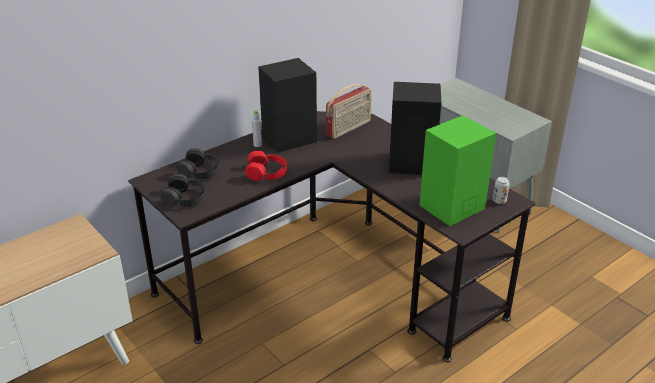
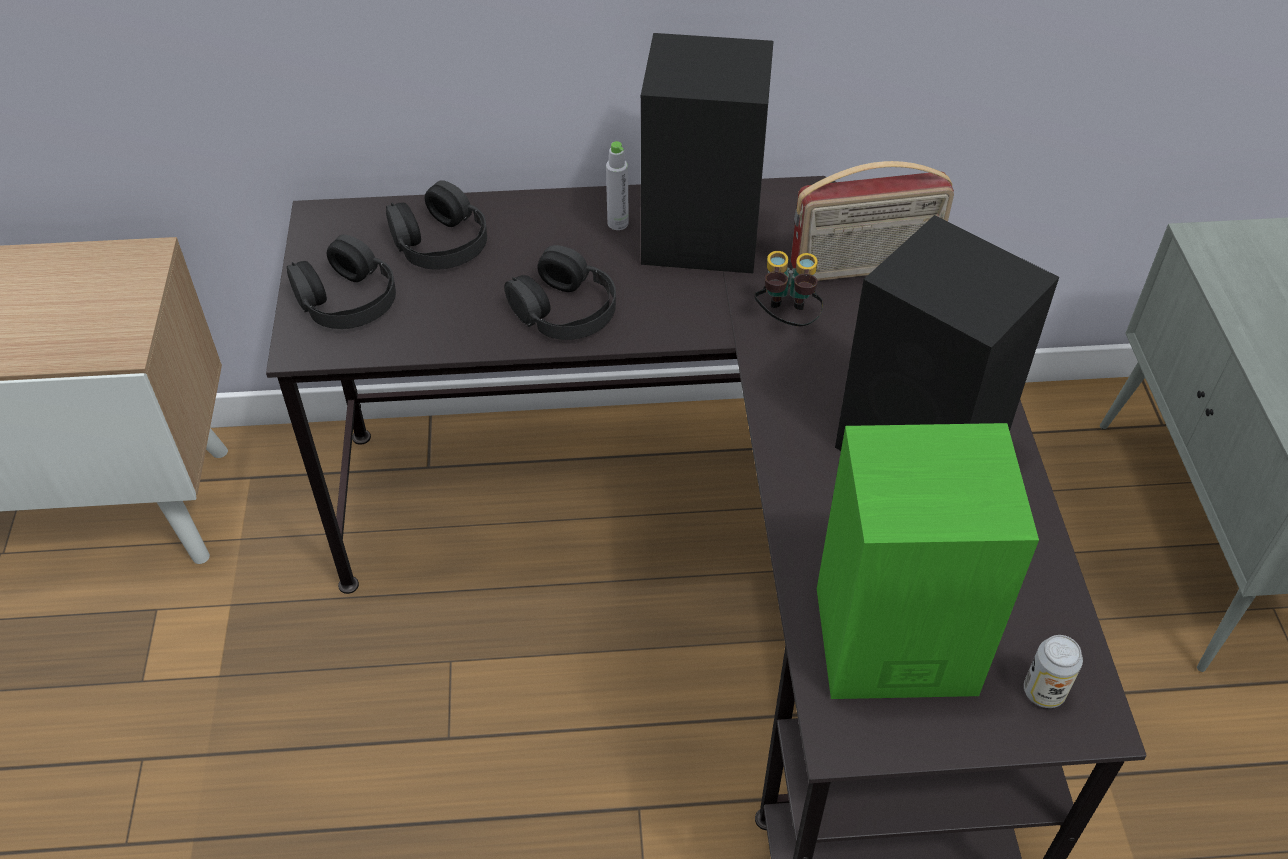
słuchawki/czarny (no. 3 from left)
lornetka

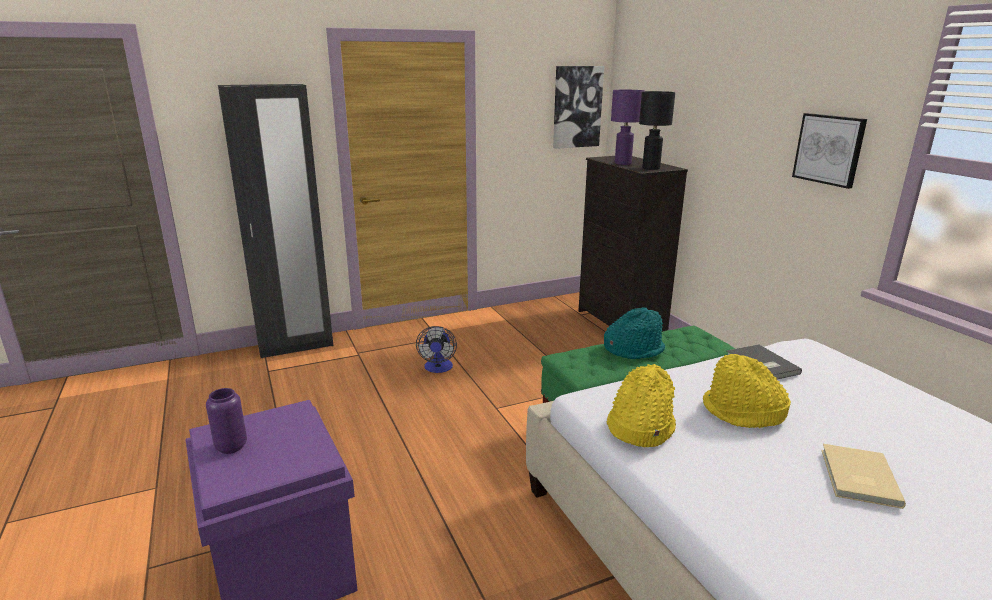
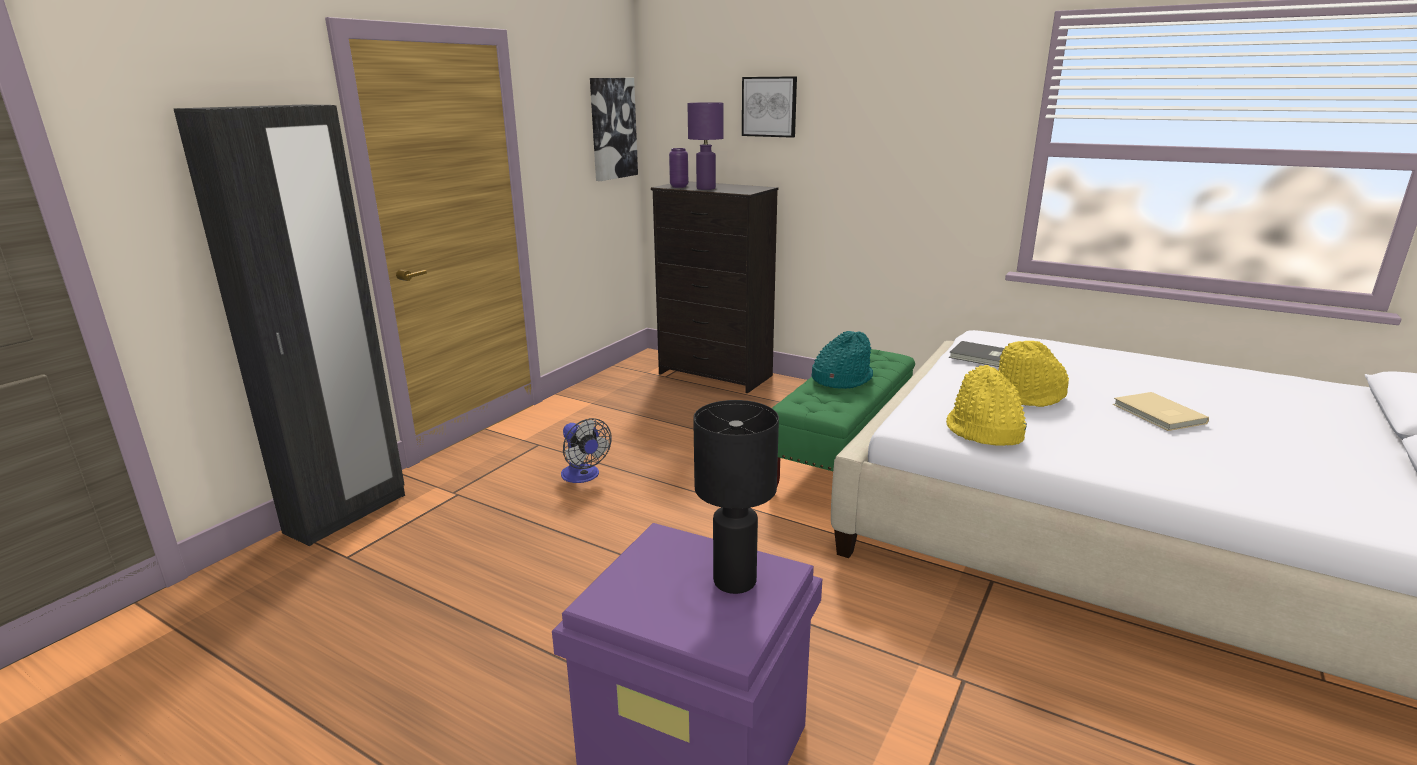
lampa stołowa/czarny
obraz (no. 2 from left)
wazon/fioletowy

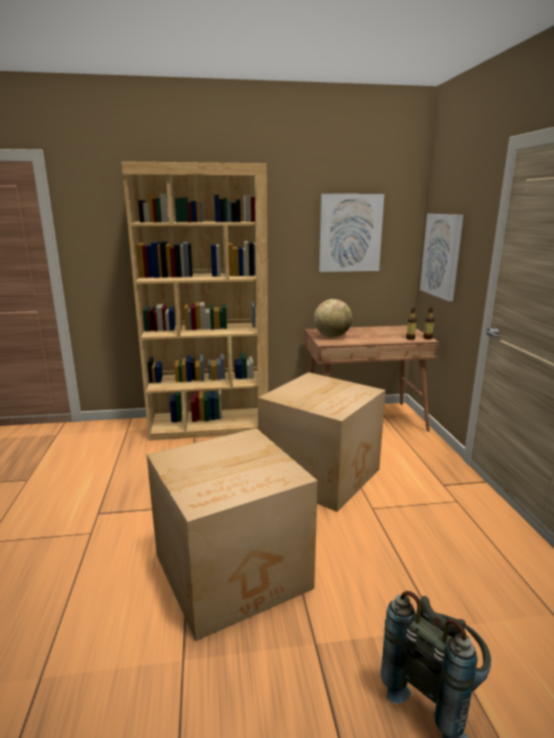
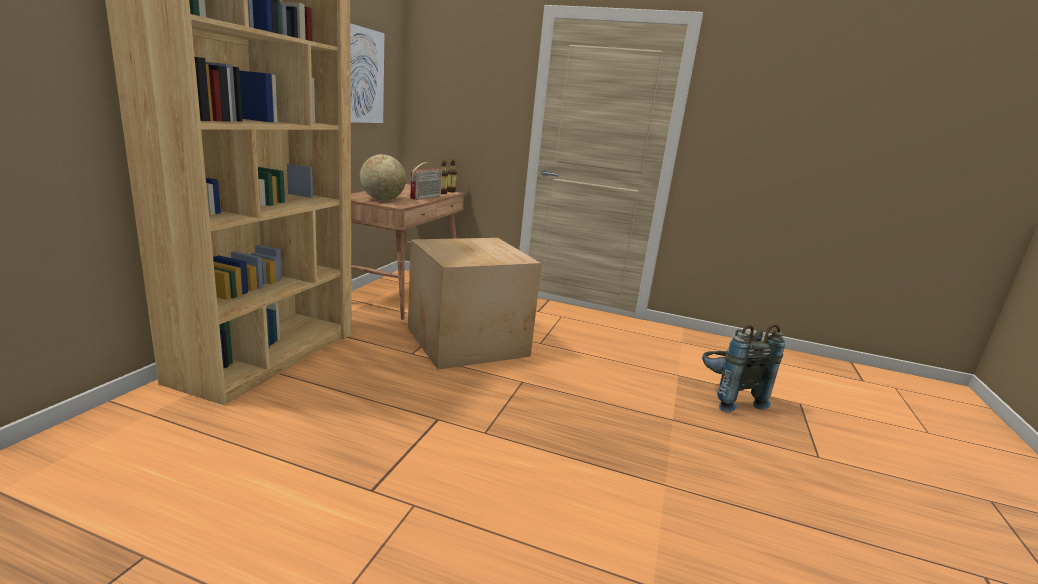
obraz (no. 2 from left in the first image)
karton (no. 1 from left in the first image)
radio

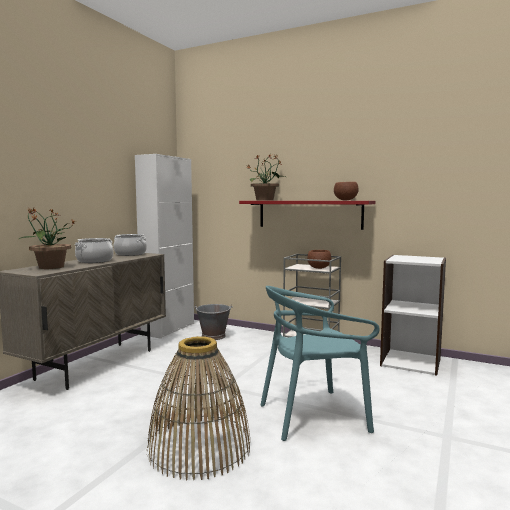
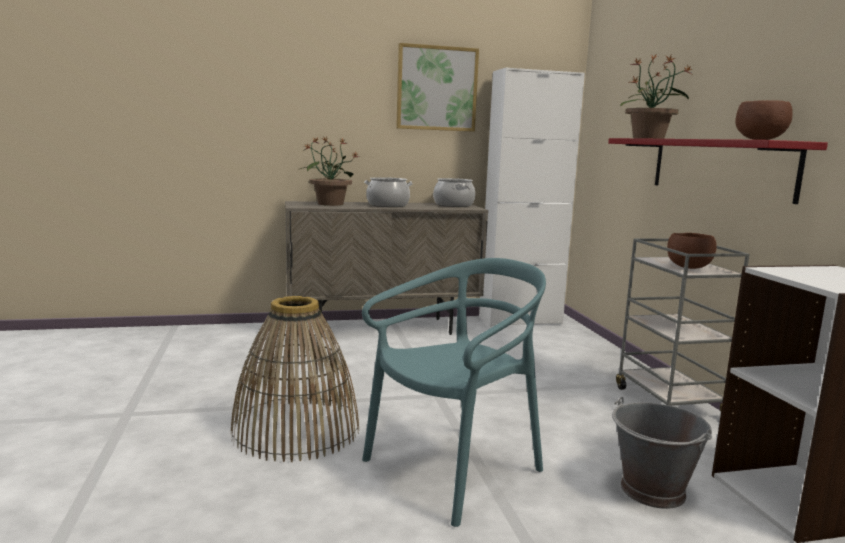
krzesło/turkusowy
wiadro/szary
obraz

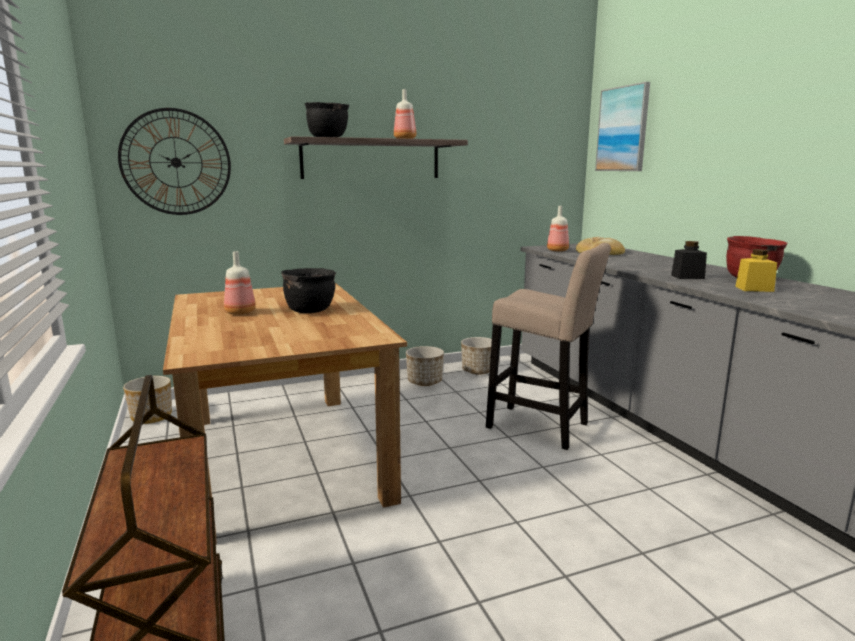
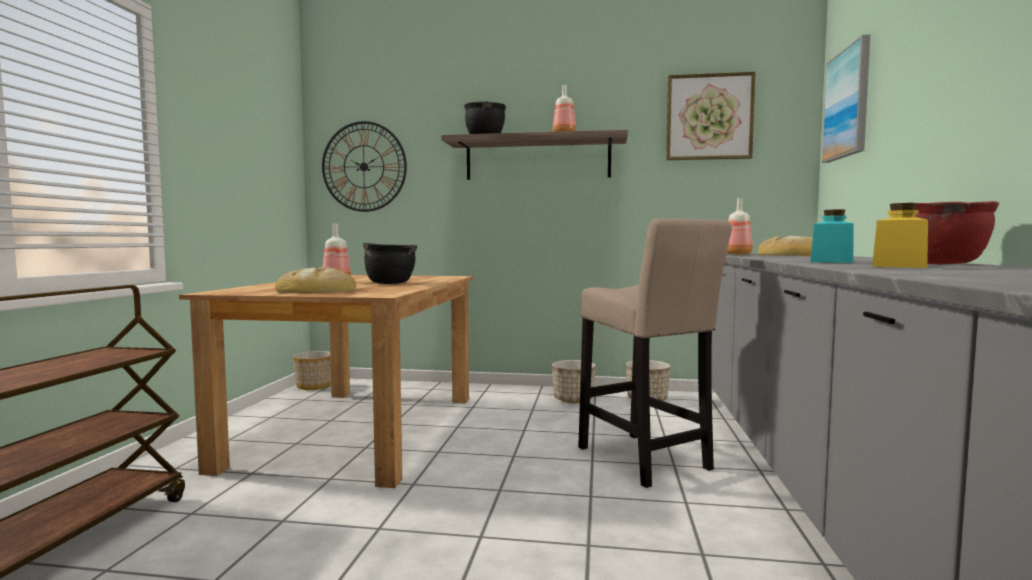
słoik/turkusowy
obraz (no. 1 from left)
chleb (no. 1 from left)

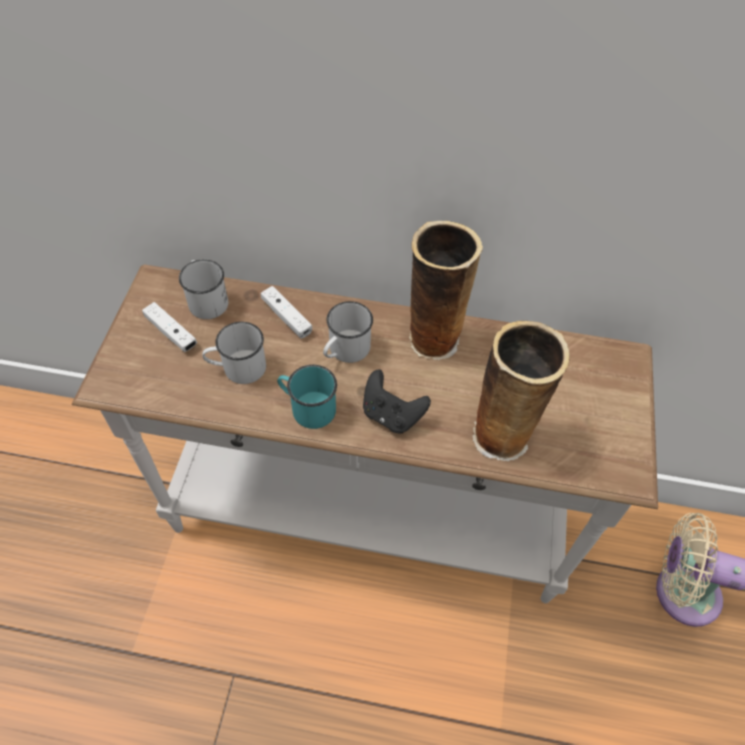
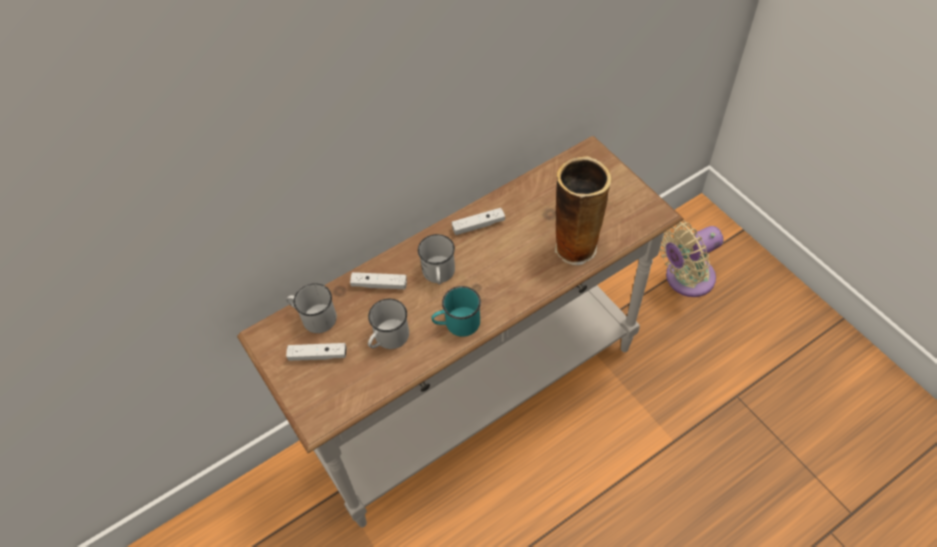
pad do gier/biały (no. 3 from left)
pad do gier/czarny

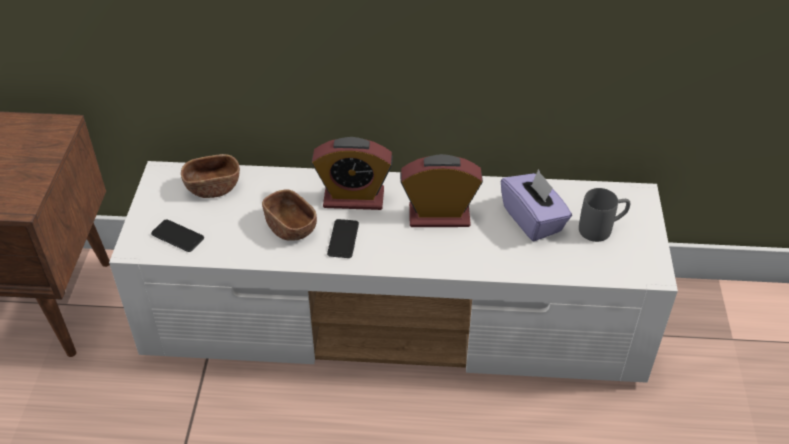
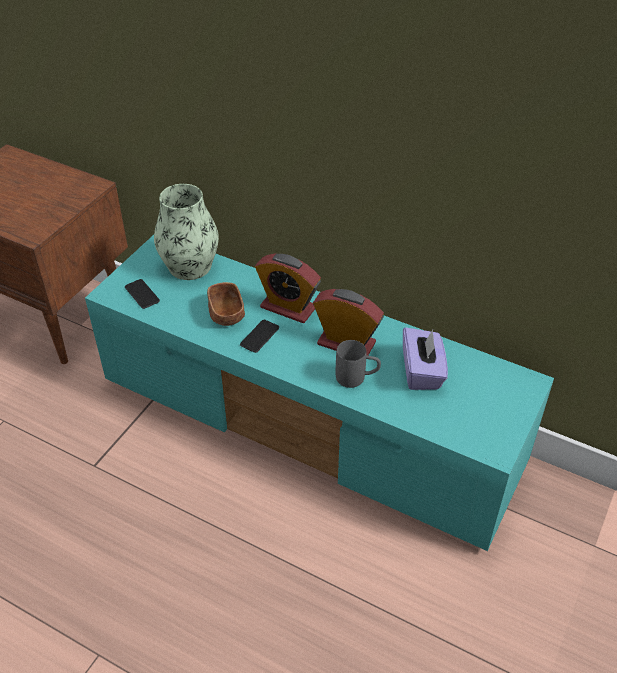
wazon
szafka pod telewizor/turkusowy
kubek/szary

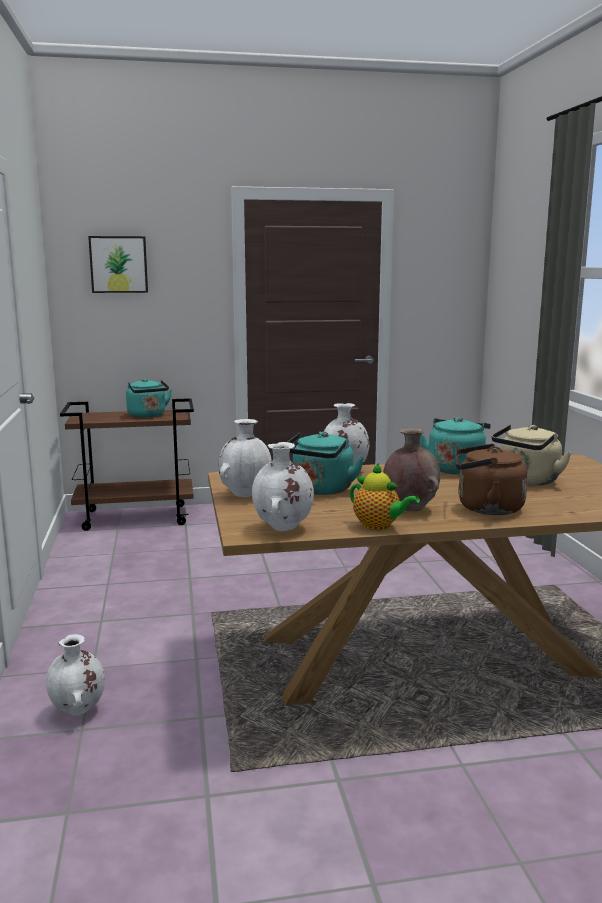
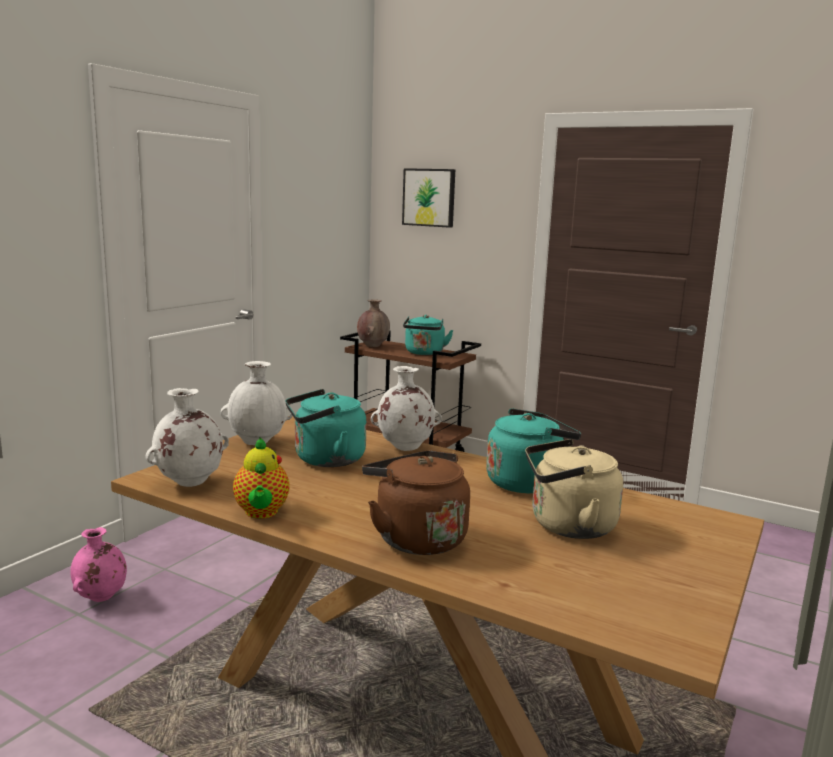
wazon/brązowy
wazon/różowy

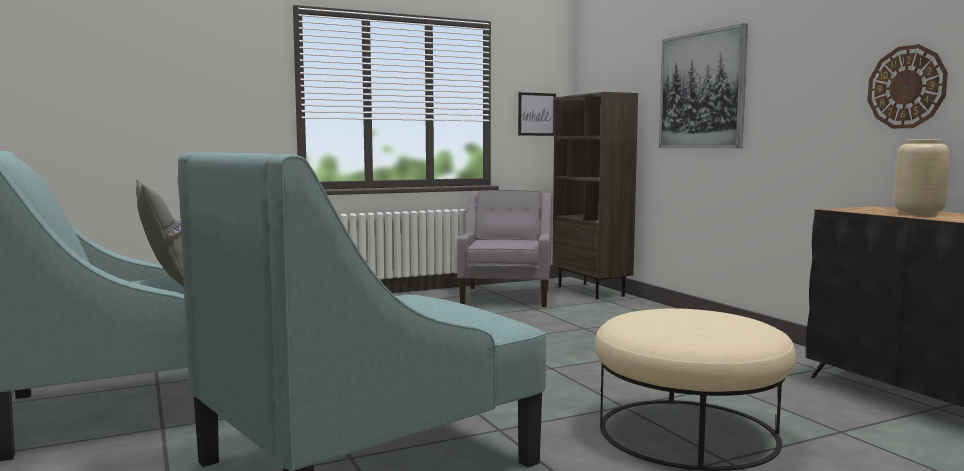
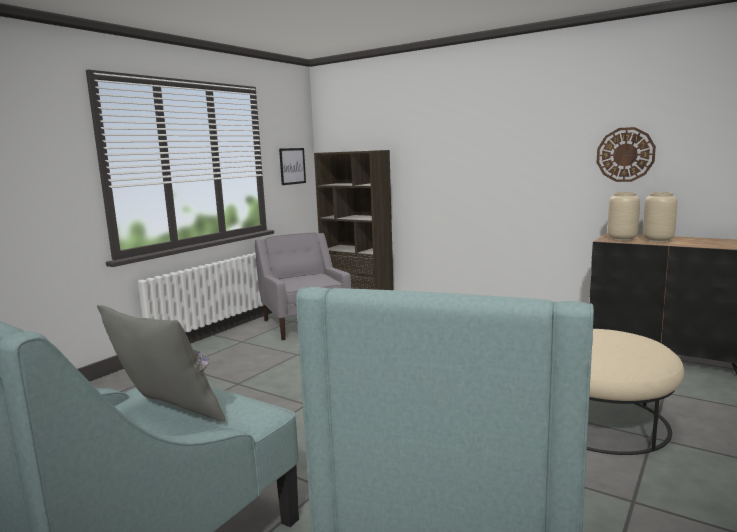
obraz (no. 2 from left in the first image)
wazon/beżowy (no. 1 from left)

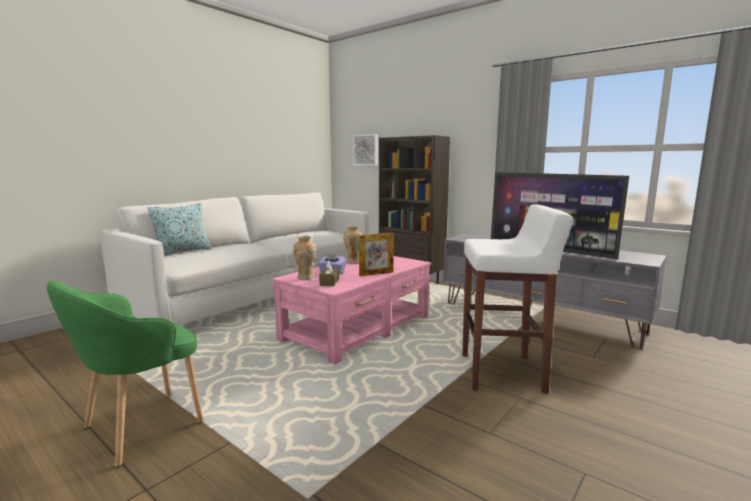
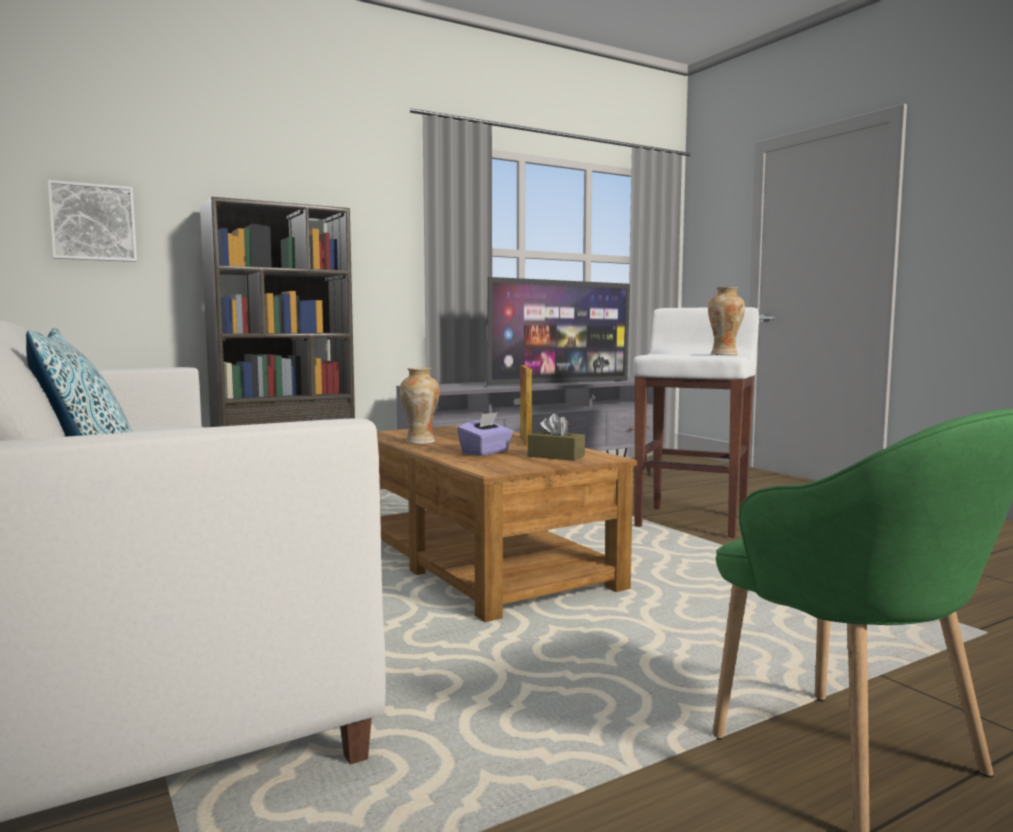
wazon (no. 2 from left)
ława/brązowy

